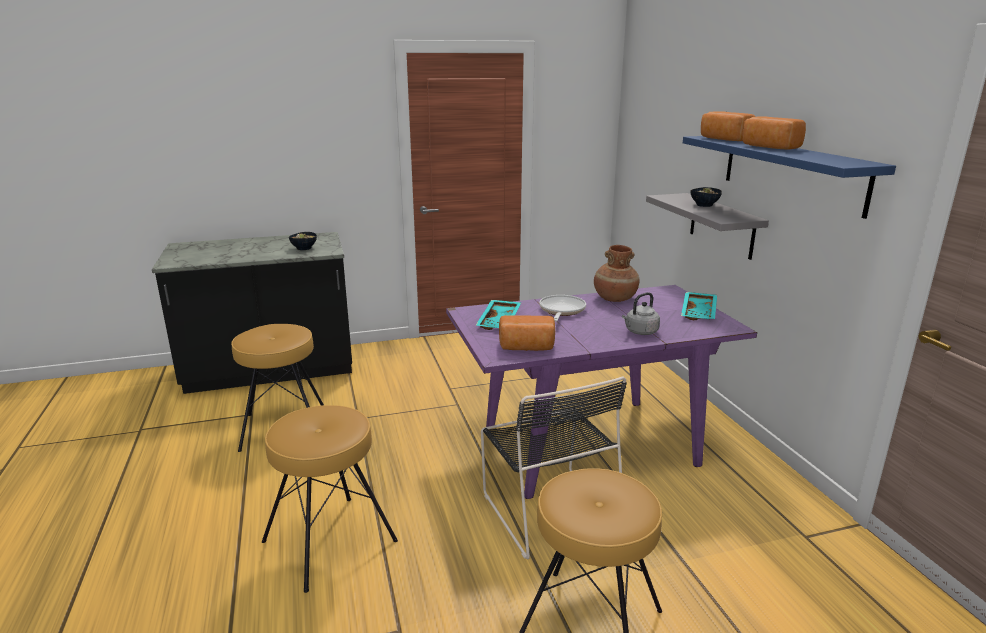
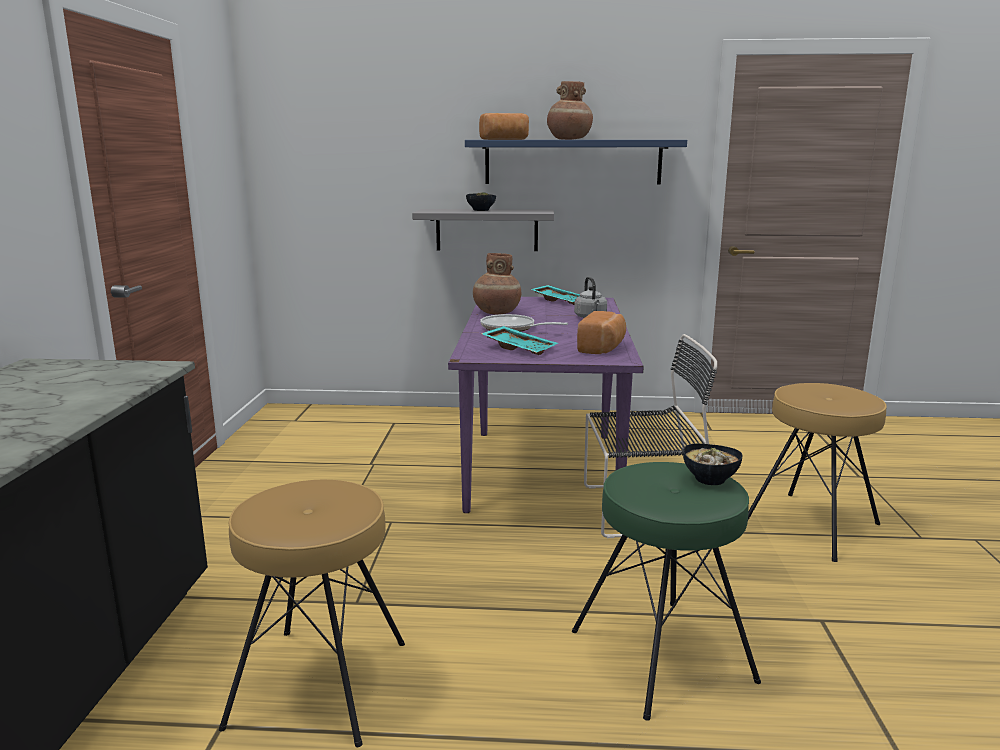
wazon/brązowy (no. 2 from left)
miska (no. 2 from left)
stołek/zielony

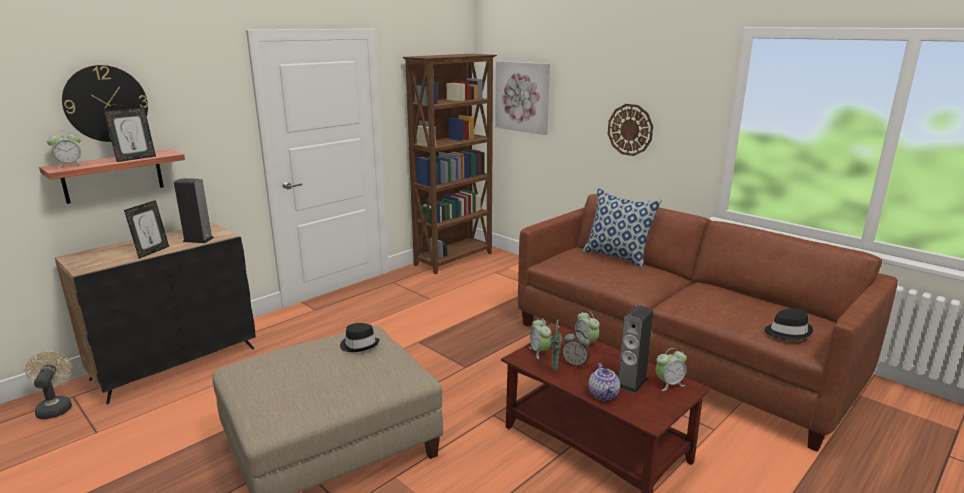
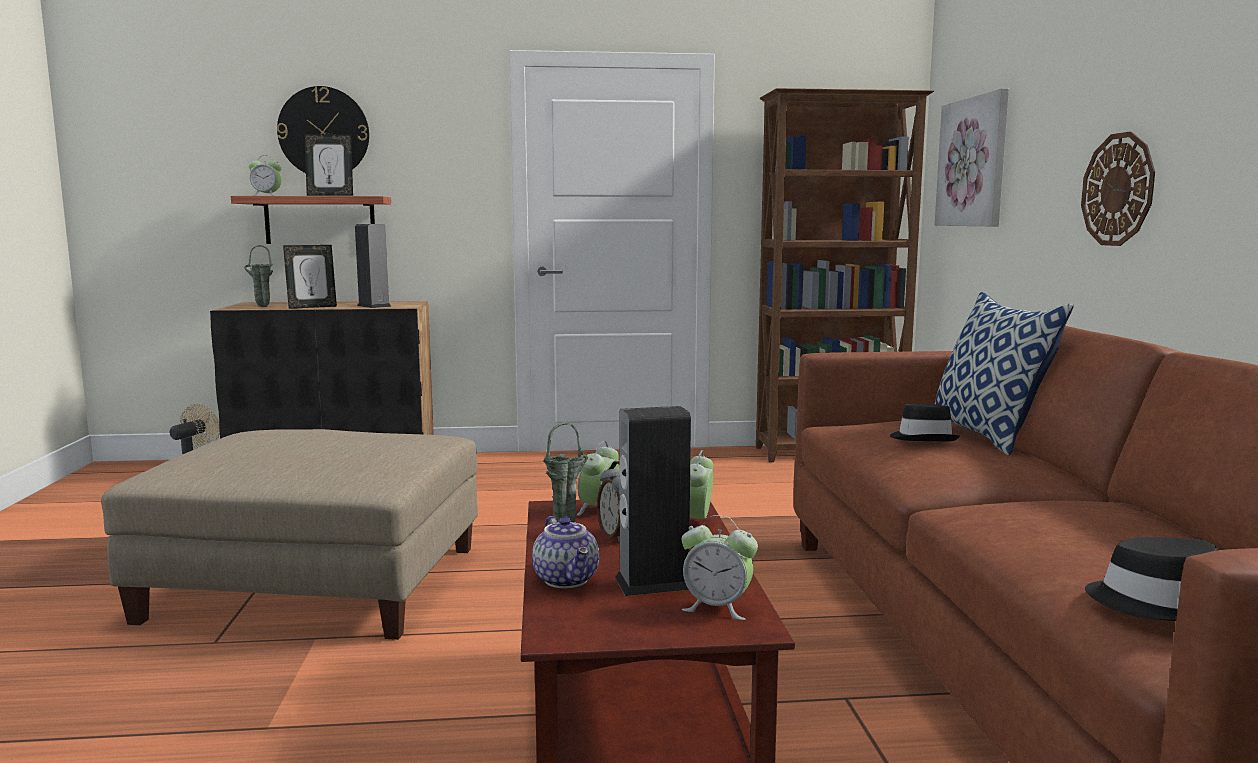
kapelusz/czarny (no. 1 from left)
imbryk
wazon/zielony (no. 1 from left)

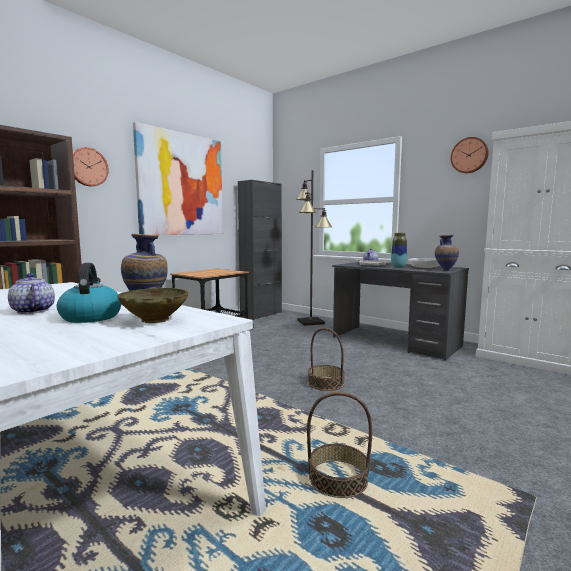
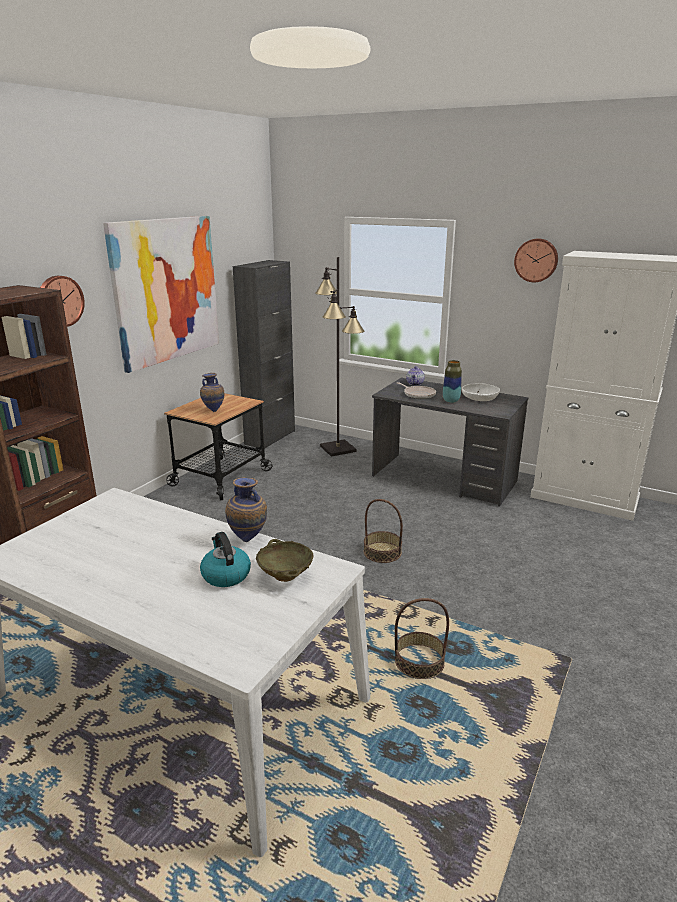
wazon (no. 1 from left)
imbryk (no. 1 from left in the first image)

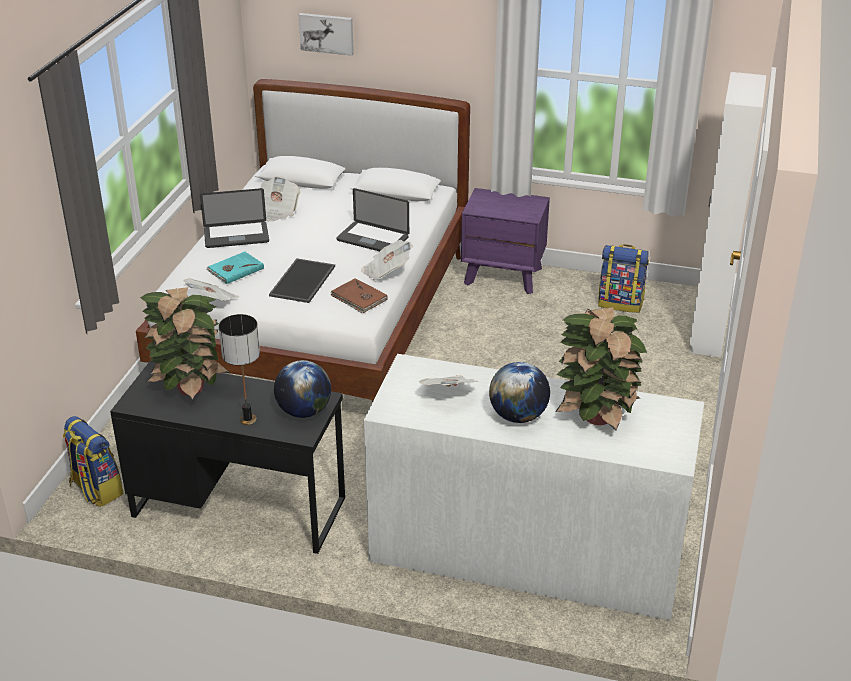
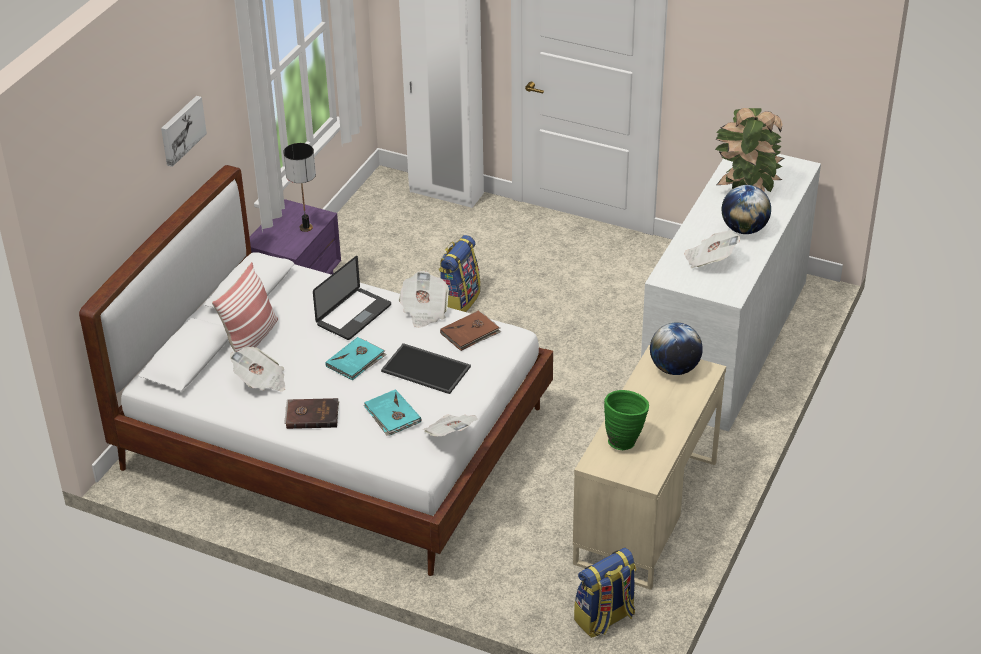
obraz
książka/brązowy (no. 1 from left)
plecak (no. 1 from left)
wazon/zielony
lampa stołowa
biurko/beżowy
poduszka
książka/turkusowy (no. 1 from left)

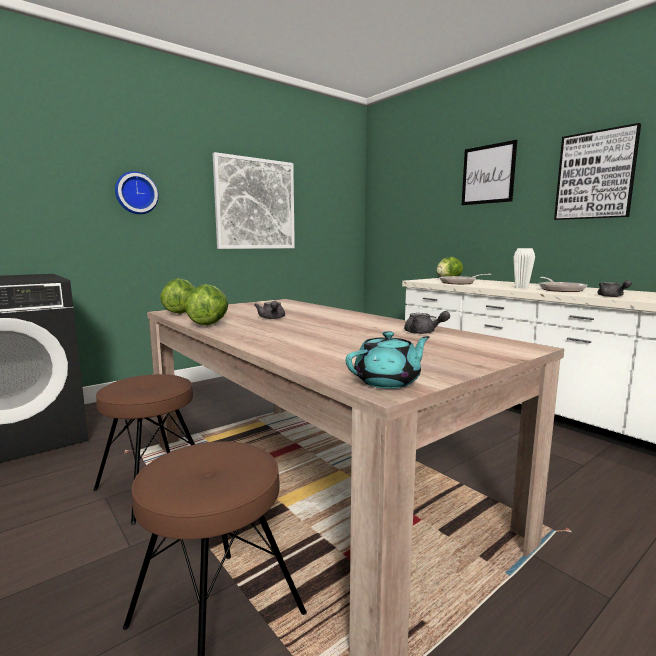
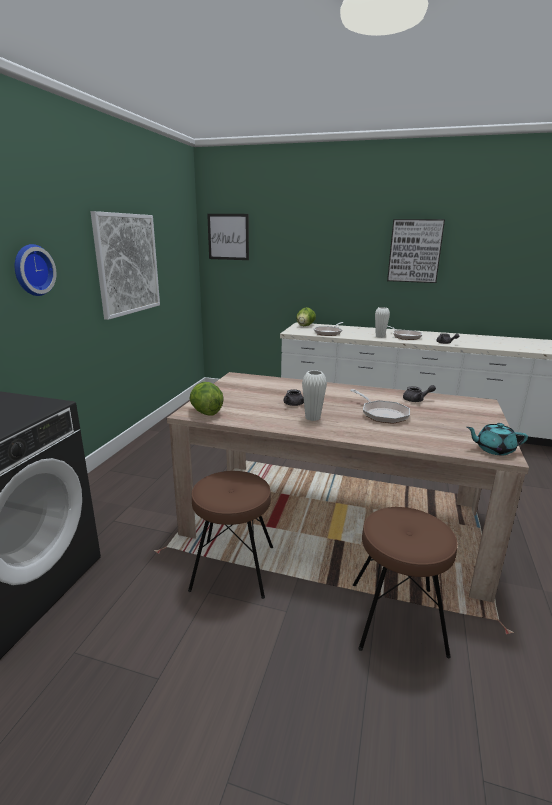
obraz (no. 2 from left)
sałata (no. 2 from left in the first image)
imbryk/turkusowy
wazon/biały (no. 1 from left)
patelnia (no. 2 from left)

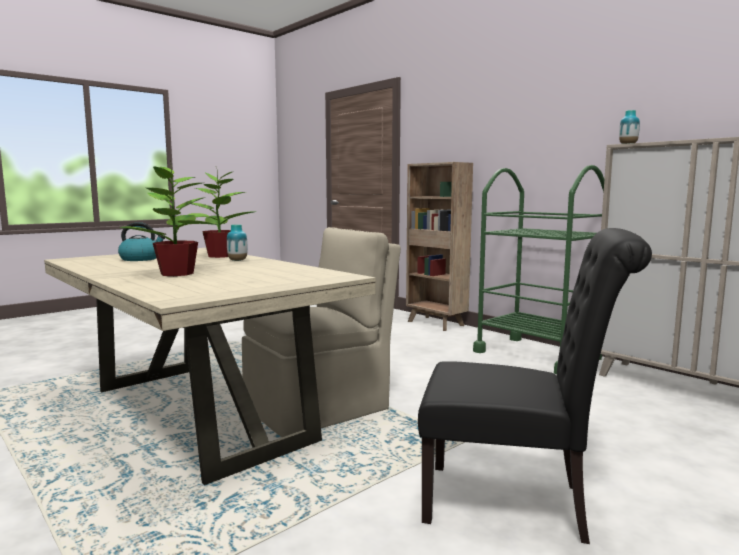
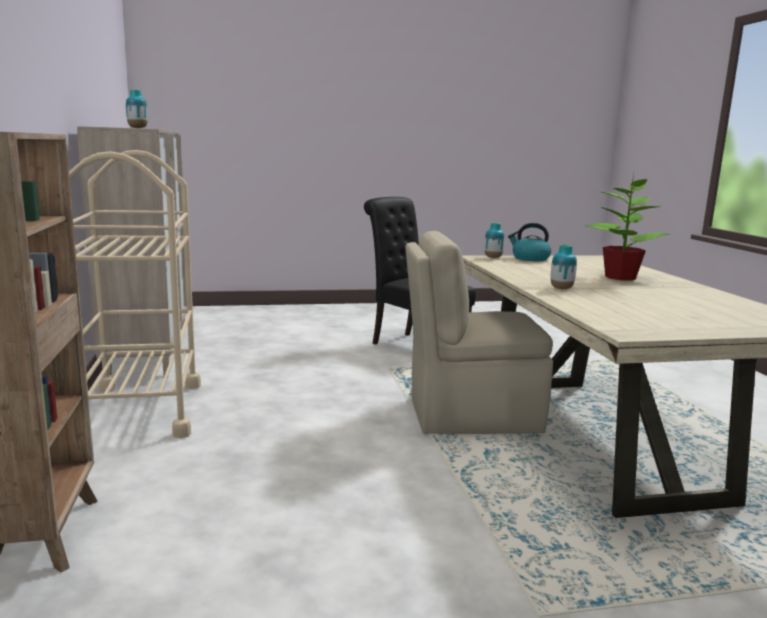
wózek/beżowy
roślina doniczkowa (no. 2 from left in the first image)
czajnik
wazon (no. 2 from left)

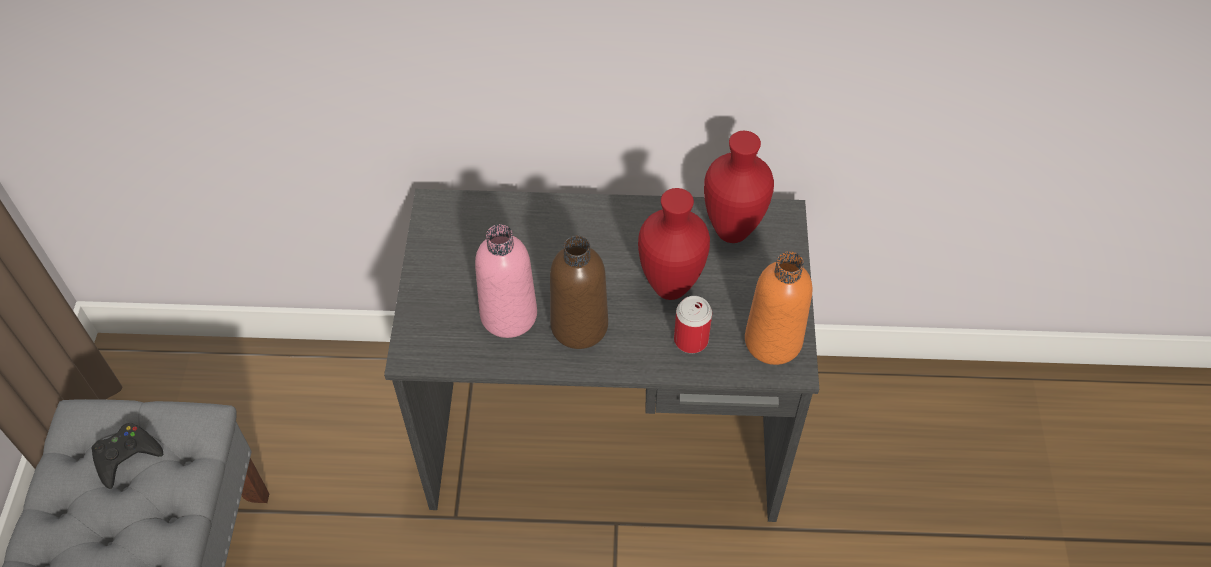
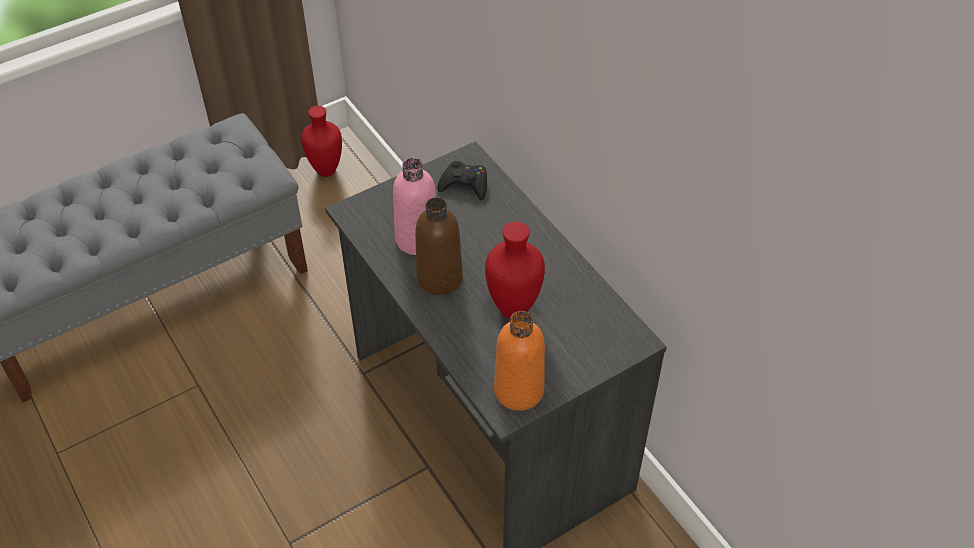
wazon/czerwony (no. 1 from left)
puszka
pad do gier/czarny

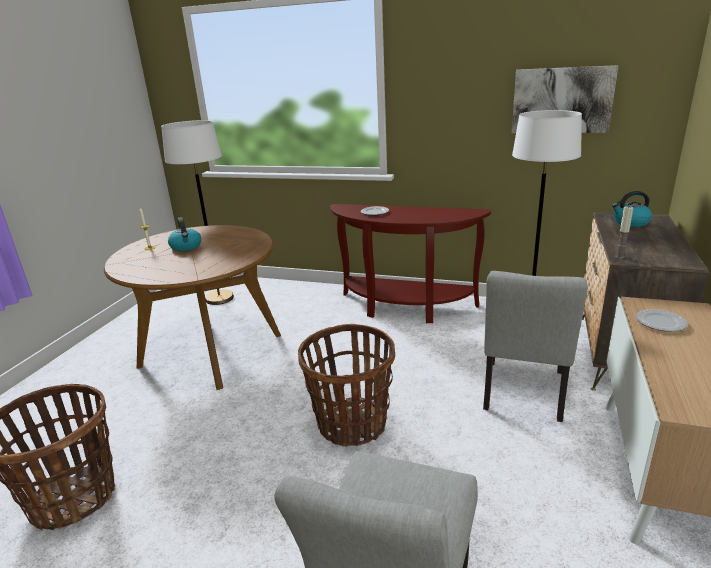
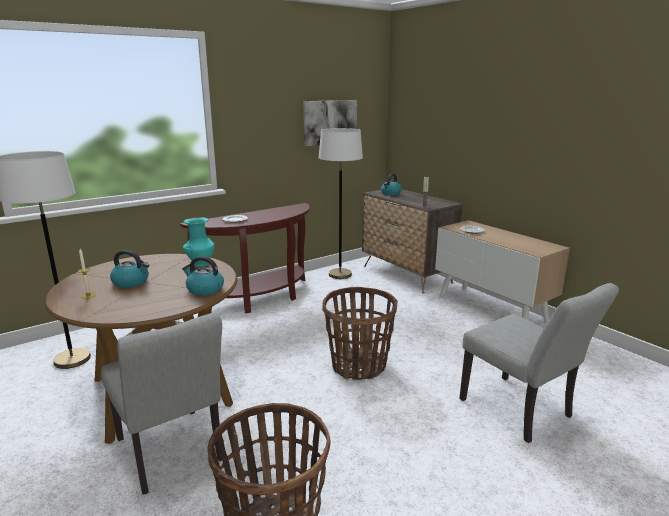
krzesło/szary (no. 1 from left)
wazon/turkusowy
czajnik (no. 2 from left)

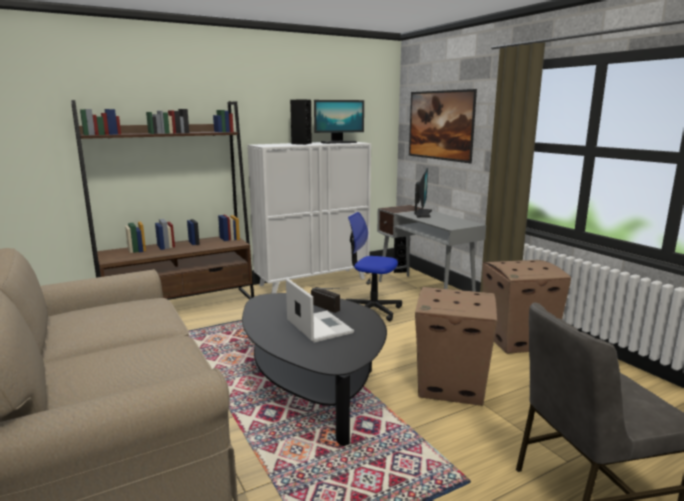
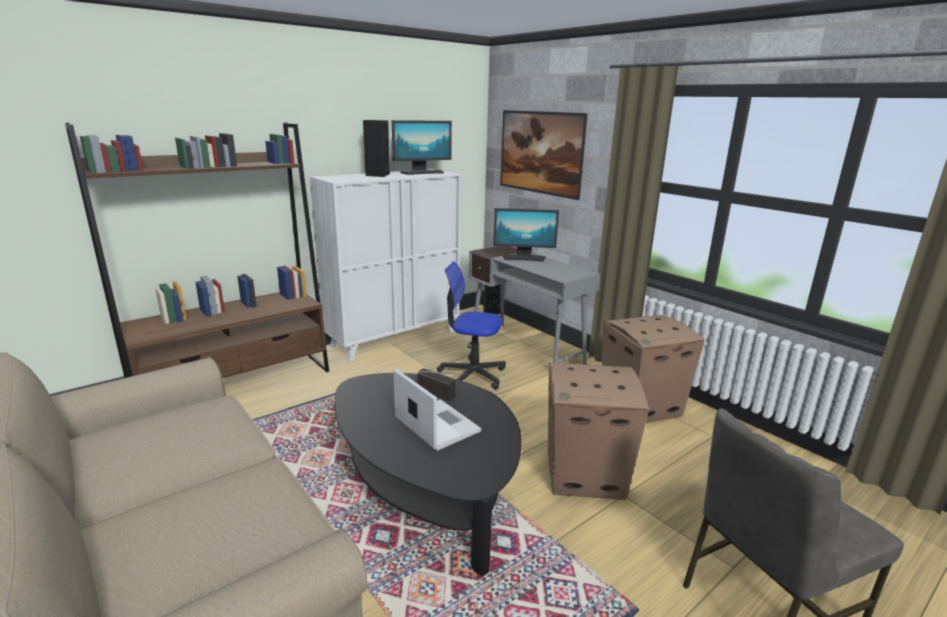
monitor (no. 2 from left)

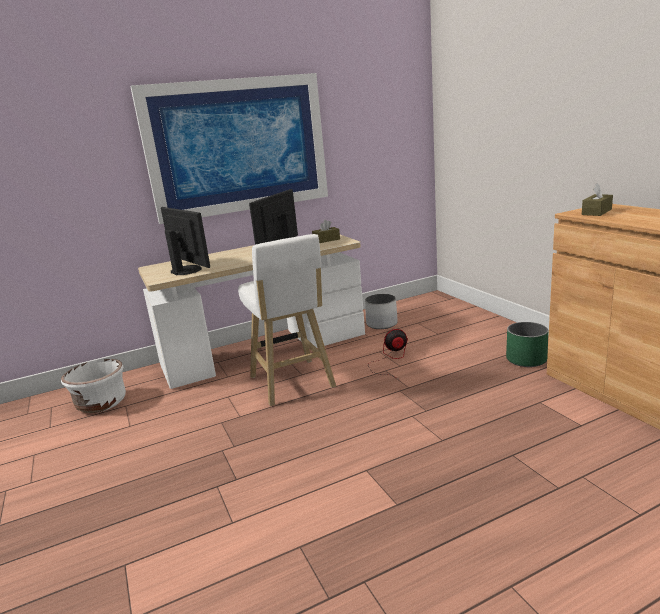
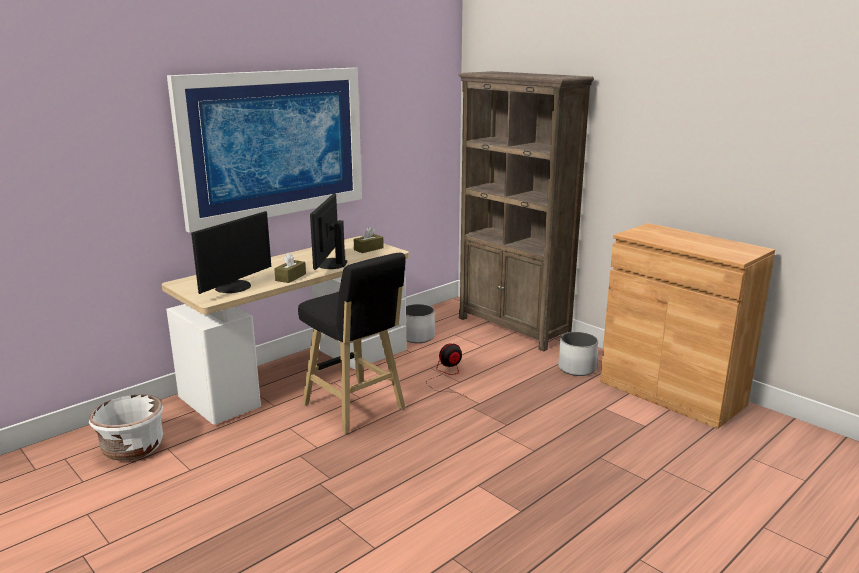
pudełko chusteczek/brązowy (no. 1 from left)
monitor (no. 1 from left)
stołek/czarny
donica/biały (no. 3 from left)
regał/brązowy

